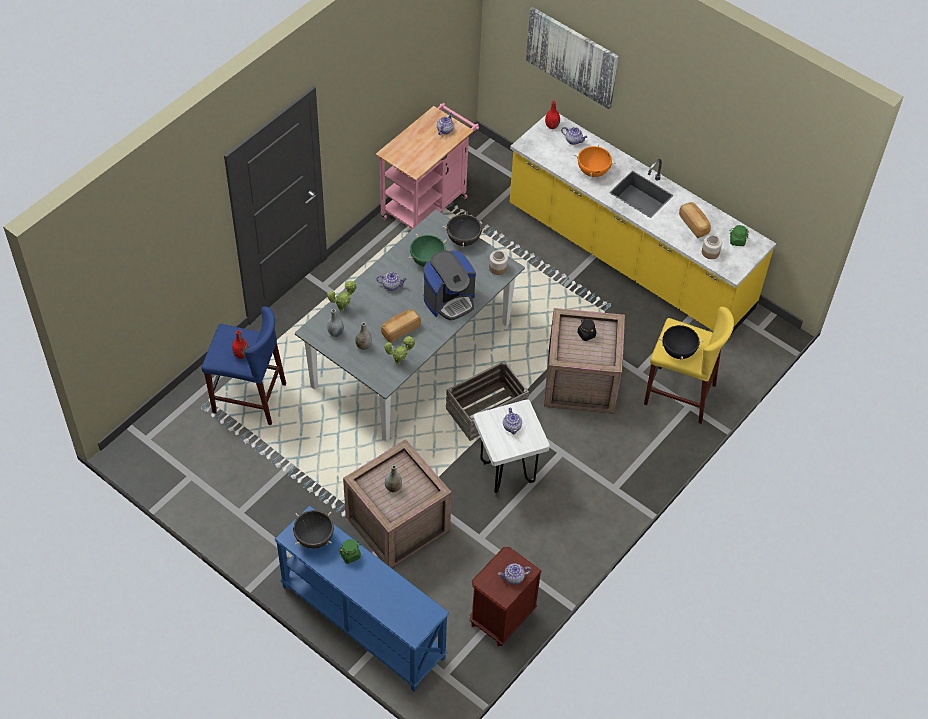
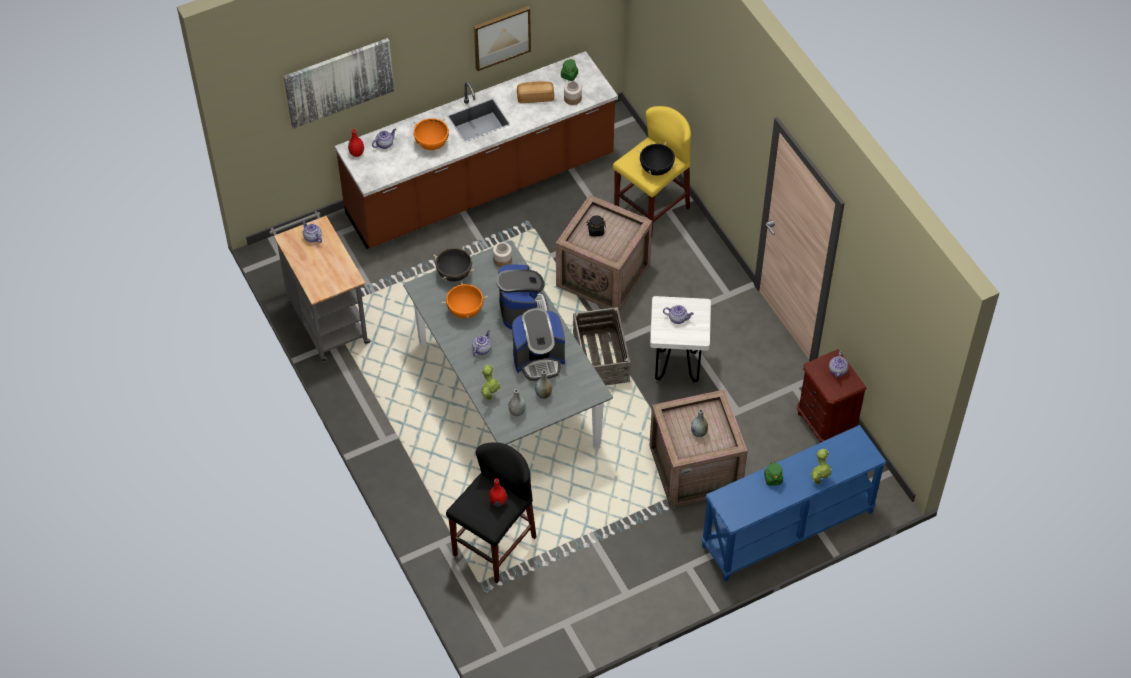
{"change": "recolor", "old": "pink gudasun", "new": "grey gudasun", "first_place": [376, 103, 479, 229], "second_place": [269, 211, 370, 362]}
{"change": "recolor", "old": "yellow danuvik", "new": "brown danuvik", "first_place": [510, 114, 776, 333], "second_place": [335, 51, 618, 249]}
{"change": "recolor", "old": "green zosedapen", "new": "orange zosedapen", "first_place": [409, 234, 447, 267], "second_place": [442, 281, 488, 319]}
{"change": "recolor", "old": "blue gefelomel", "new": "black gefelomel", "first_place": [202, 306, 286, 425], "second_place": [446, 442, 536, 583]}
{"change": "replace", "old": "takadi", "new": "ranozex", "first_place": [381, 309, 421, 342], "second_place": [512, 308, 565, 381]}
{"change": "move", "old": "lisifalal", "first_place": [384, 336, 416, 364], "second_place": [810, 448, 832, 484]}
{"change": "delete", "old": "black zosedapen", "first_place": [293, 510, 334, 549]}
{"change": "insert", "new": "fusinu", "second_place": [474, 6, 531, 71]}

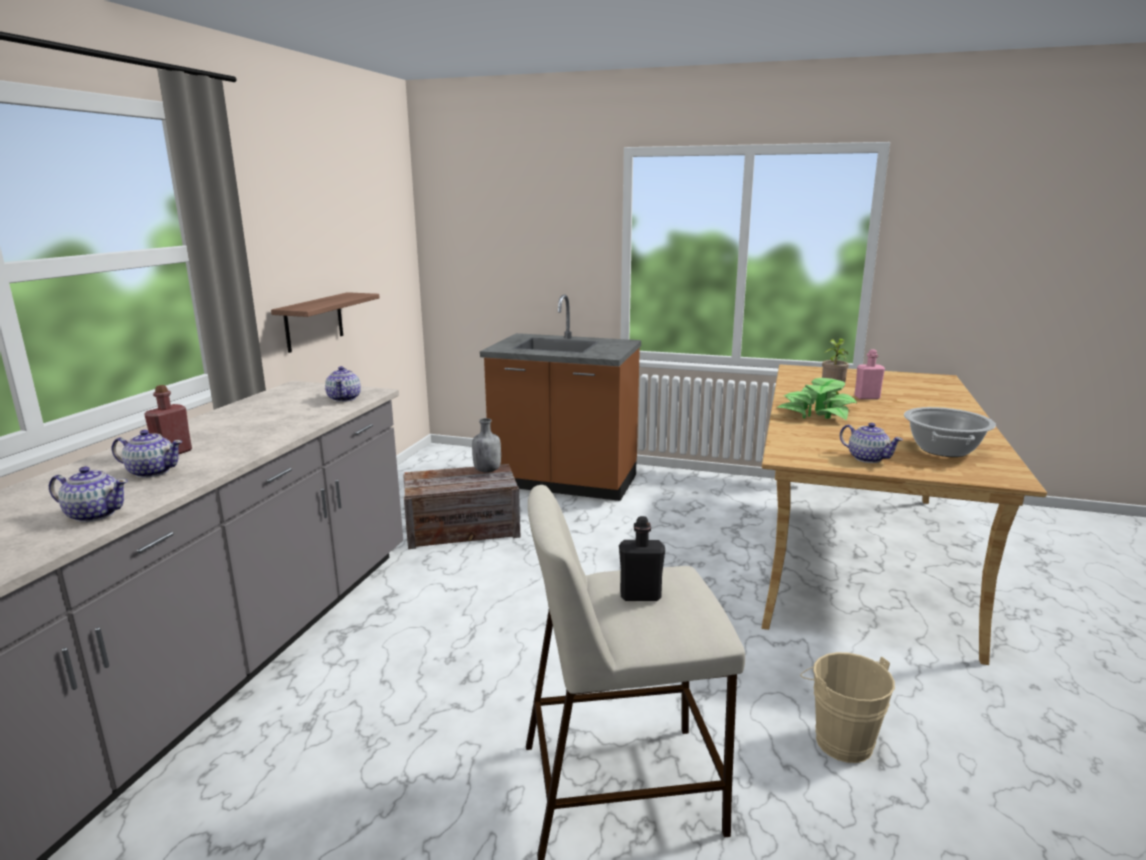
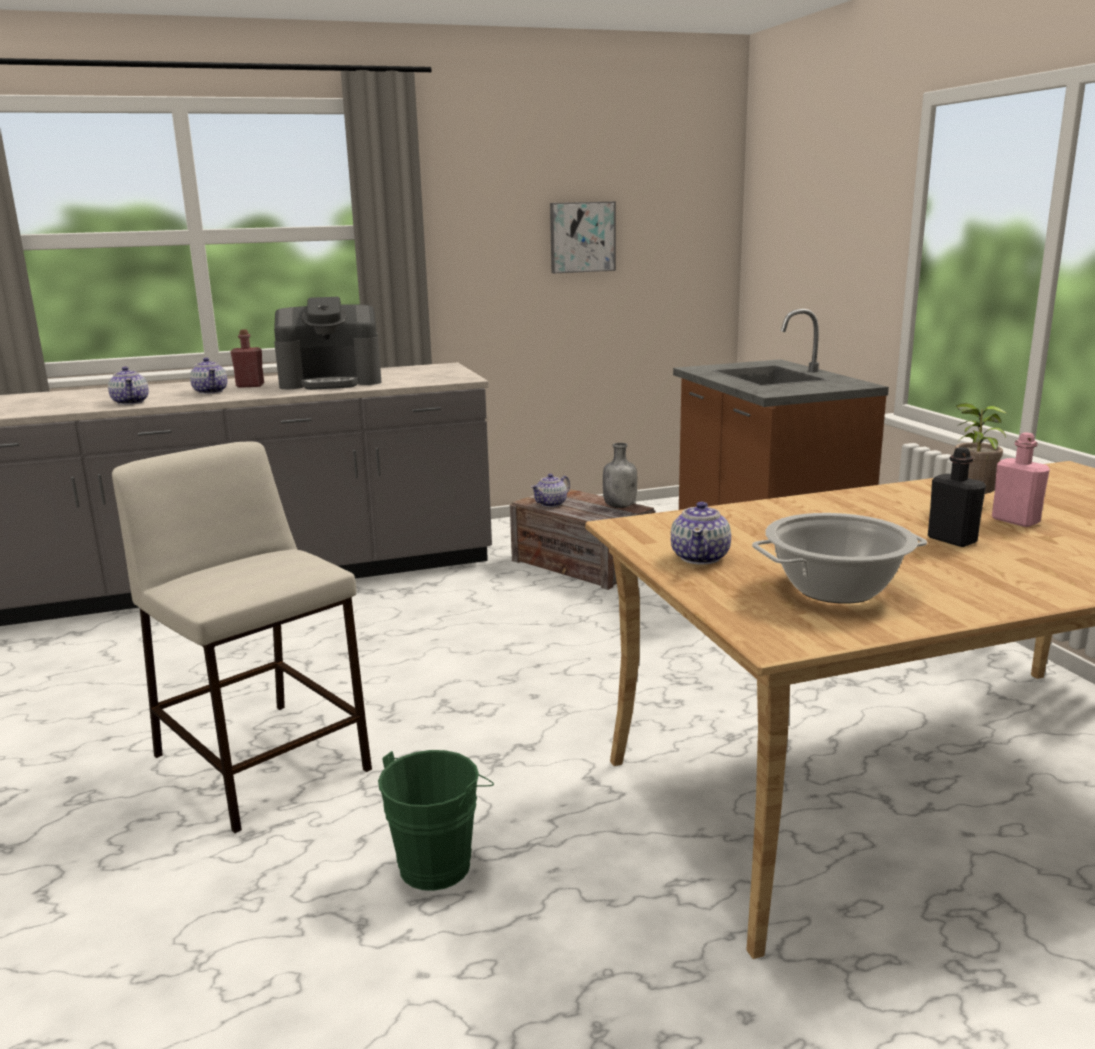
{"change": "delete", "old": "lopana", "first_place": [271, 292, 379, 353]}
{"change": "move", "old": "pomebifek", "first_place": [325, 366, 361, 402], "second_place": [531, 474, 570, 507]}
{"change": "delete", "old": "lisifalal", "first_place": [776, 378, 857, 420]}
{"change": "move", "old": "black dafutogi", "first_place": [619, 516, 665, 601], "second_place": [928, 447, 986, 547]}
{"change": "recolor", "old": "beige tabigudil", "new": "green tabigudil", "first_place": [800, 652, 895, 763], "second_place": [378, 750, 494, 891]}
{"change": "insert", "new": "fusinu", "second_place": [550, 201, 616, 273]}
{"change": "insert", "new": "ranozex", "second_place": [274, 297, 381, 390]}

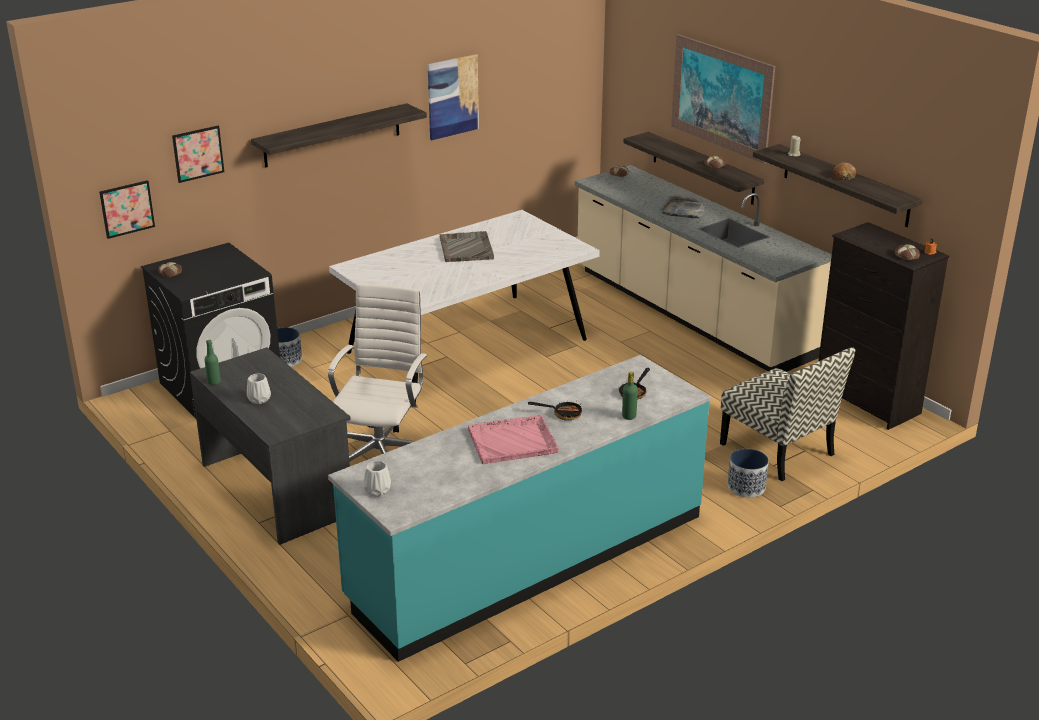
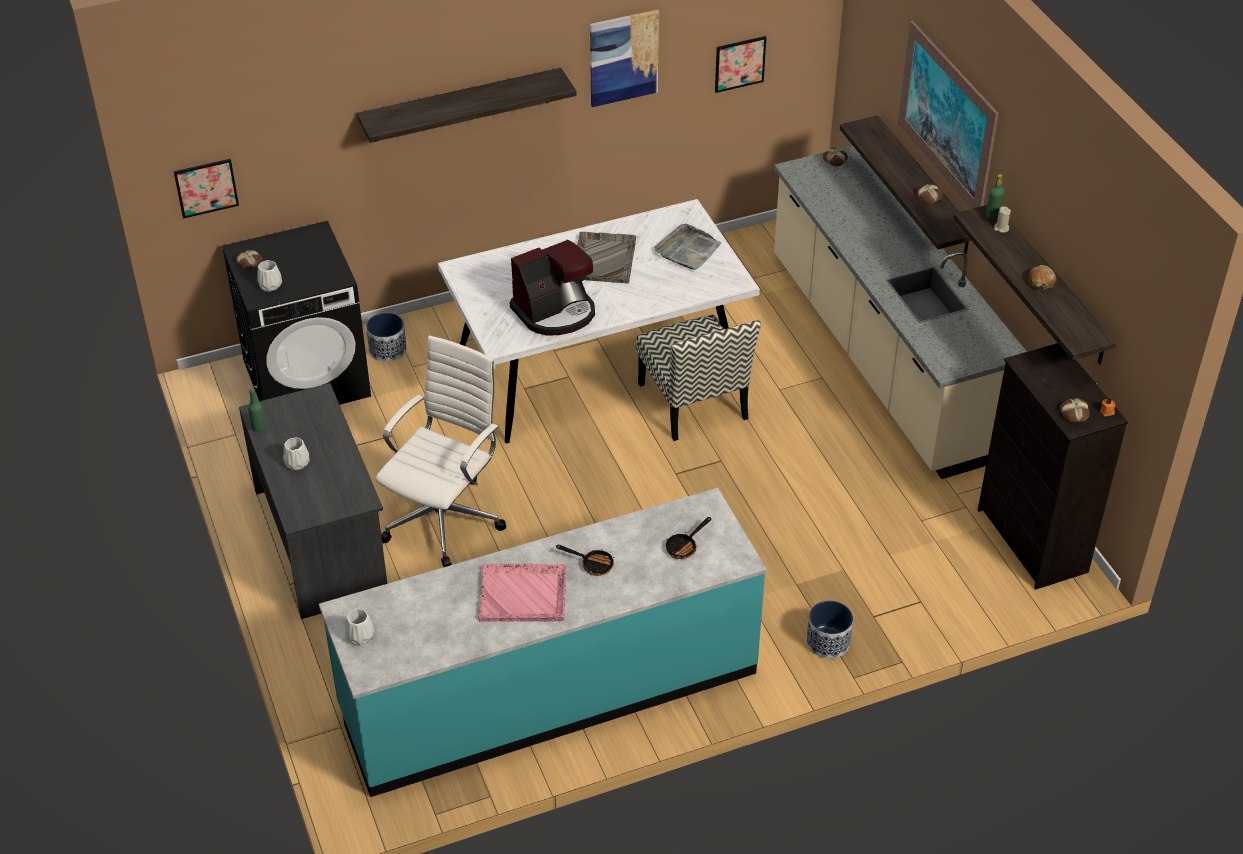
{"change": "move", "old": "fusinu", "first_place": [172, 126, 224, 183], "second_place": [715, 36, 766, 93]}
{"change": "move", "old": "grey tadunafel", "first_place": [659, 196, 706, 218], "second_place": [655, 224, 721, 270]}
{"change": "move", "old": "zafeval", "first_place": [720, 347, 855, 481], "second_place": [636, 314, 761, 441]}
{"change": "move", "old": "green dafutogi", "first_place": [622, 371, 638, 420], "second_place": [986, 174, 1005, 220]}
{"change": "insert", "new": "ranozex", "second_place": [510, 240, 595, 336]}
{"change": "insert", "new": "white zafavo", "second_place": [257, 260, 282, 292]}

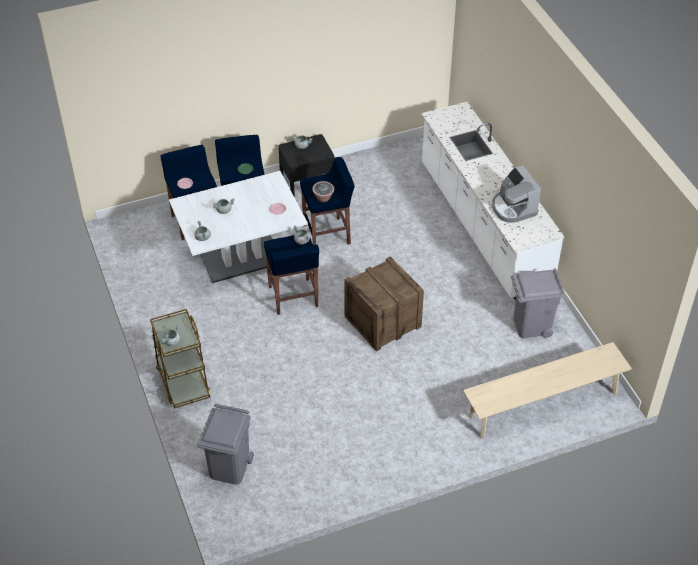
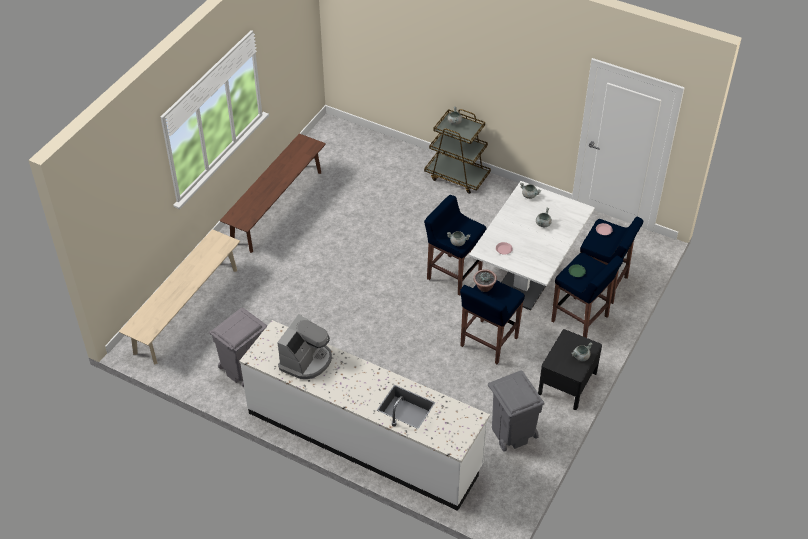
{"change": "rotate", "old": "ranozex", "first_place": [492, 166, 541, 223], "second_place": [277, 314, 332, 379], "degrees": 90}
{"change": "delete", "old": "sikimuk", "first_place": [344, 256, 424, 352]}
{"change": "move", "old": "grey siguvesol", "first_place": [197, 404, 254, 484], "second_place": [488, 371, 544, 452]}
{"change": "insert", "new": "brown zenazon", "second_place": [220, 134, 326, 253]}

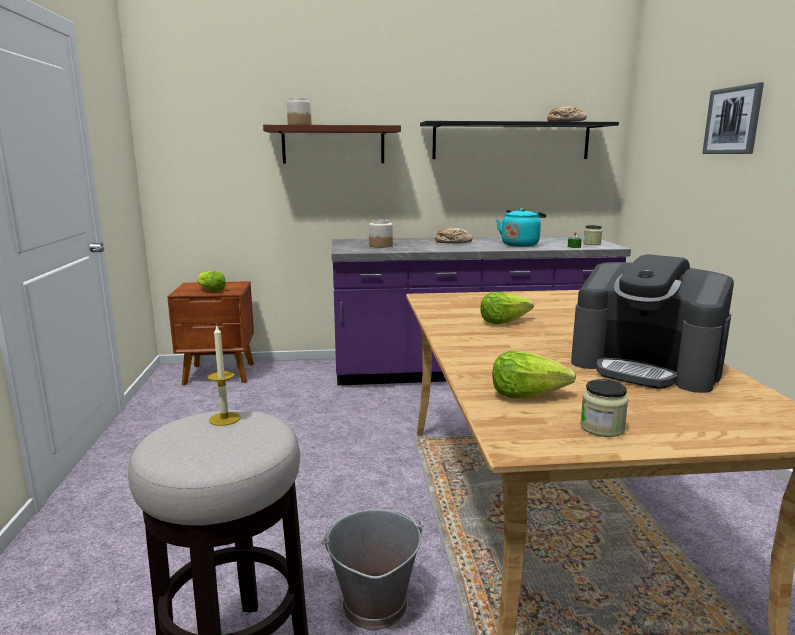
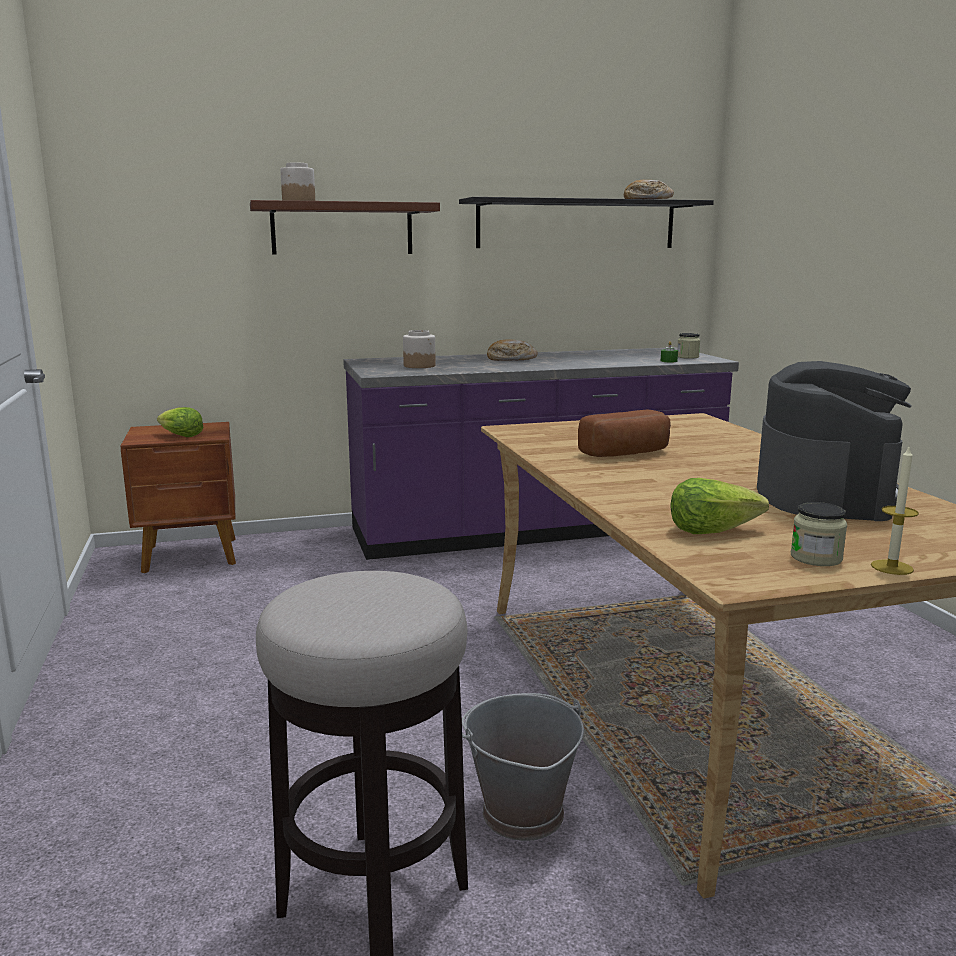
{"change": "delete", "old": "fusinu", "first_place": [702, 82, 764, 154]}
{"change": "delete", "old": "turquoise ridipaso", "first_place": [496, 208, 546, 247]}
{"change": "rotate", "old": "ranozex", "first_place": [571, 254, 734, 393], "second_place": [757, 361, 912, 521], "degrees": -105}
{"change": "replace", "old": "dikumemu", "new": "takadi", "first_place": [480, 292, 534, 324], "second_place": [578, 409, 671, 457]}
{"change": "move", "old": "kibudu", "first_place": [208, 326, 240, 426], "second_place": [871, 447, 919, 575]}

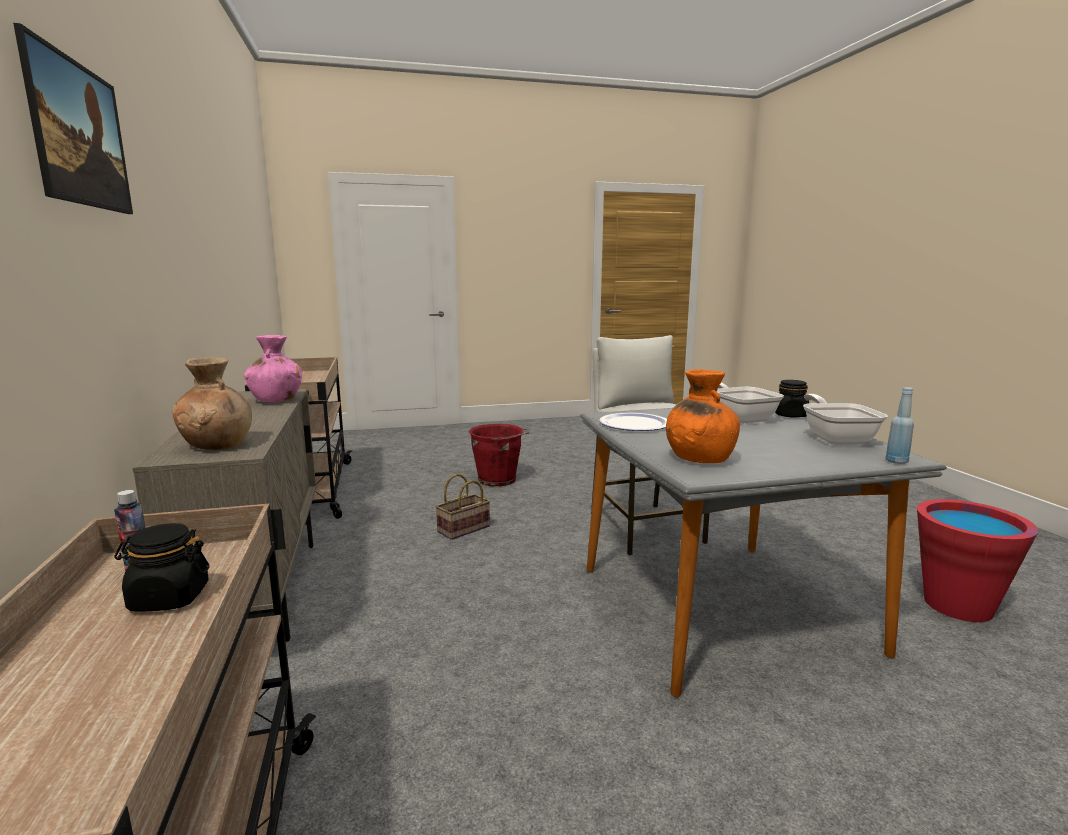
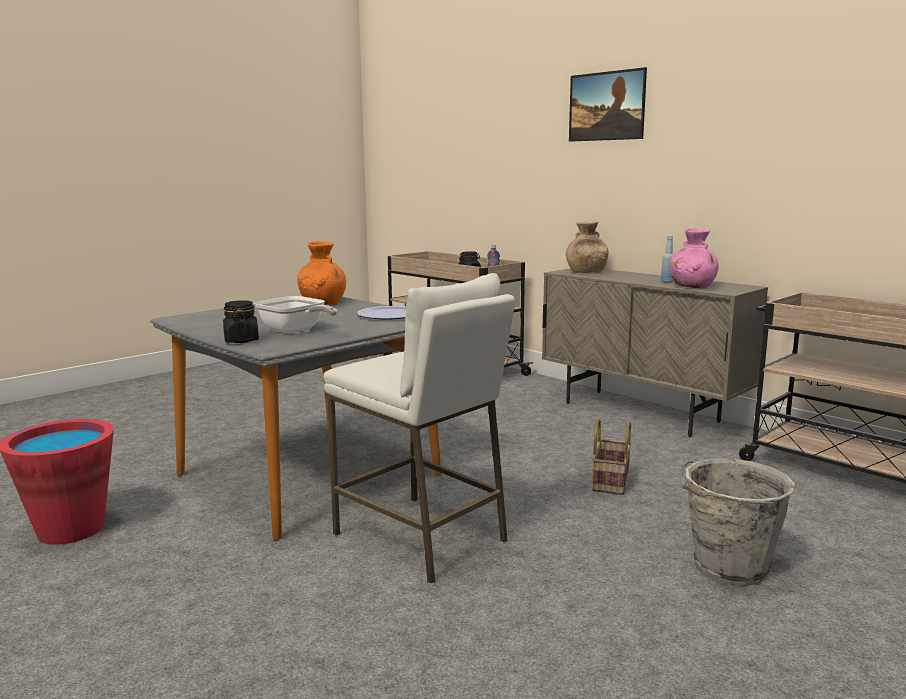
{"change": "move", "old": "blue dafutogi", "first_place": [886, 387, 914, 464], "second_place": [661, 235, 673, 282]}
{"change": "delete", "old": "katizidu", "first_place": [803, 394, 888, 445]}
{"change": "recolor", "old": "red tabigudil", "new": "grey tabigudil", "first_place": [469, 424, 530, 487], "second_place": [682, 458, 795, 586]}

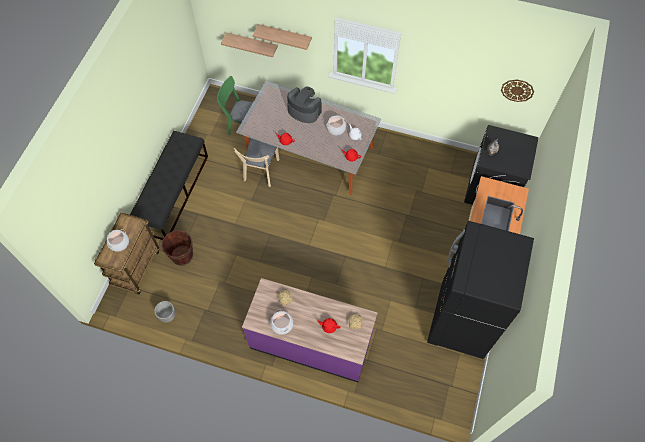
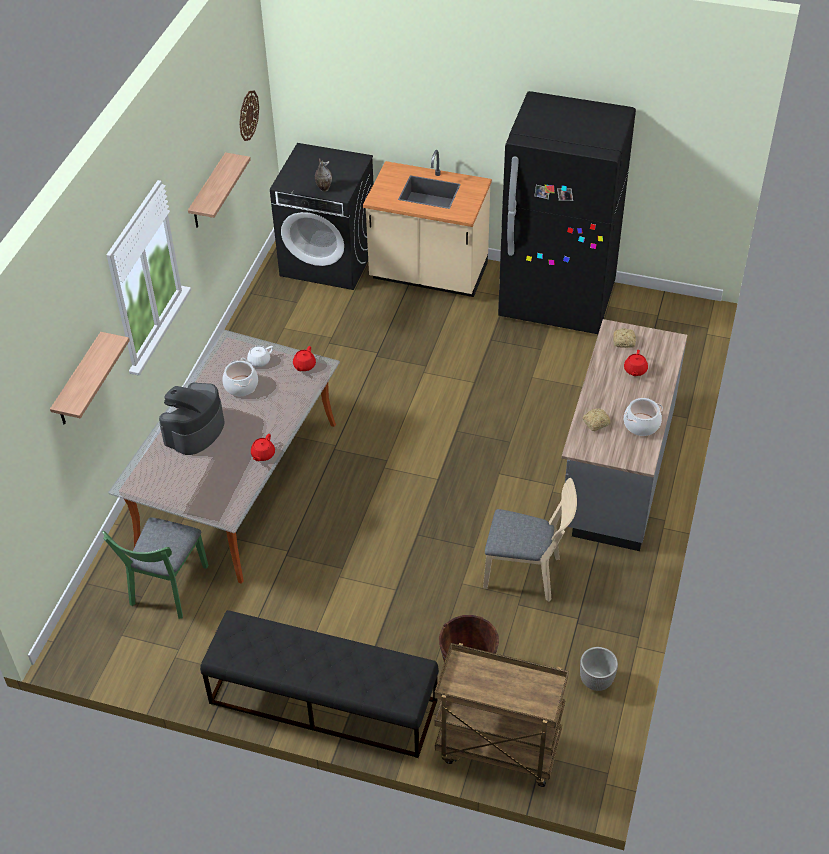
{"change": "move", "old": "lopana", "first_place": [221, 32, 278, 58], "second_place": [188, 152, 251, 228]}
{"change": "move", "old": "beige zafeval", "first_place": [234, 138, 279, 187], "second_place": [483, 478, 577, 601]}
{"change": "delete", "old": "zosedapen", "first_place": [107, 229, 129, 252]}
{"change": "recolor", "old": "purple danuvik", "new": "grey danuvik", "first_place": [242, 278, 377, 382], "second_place": [561, 319, 687, 551]}

